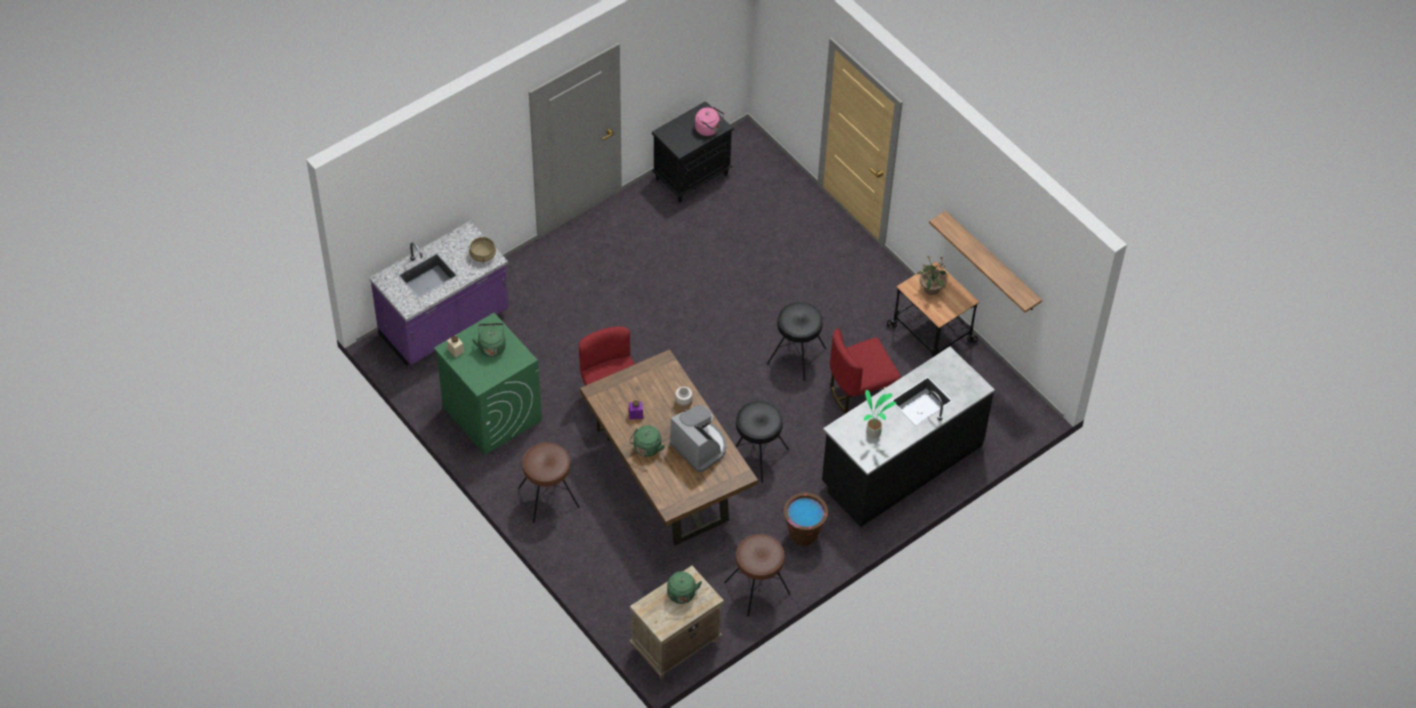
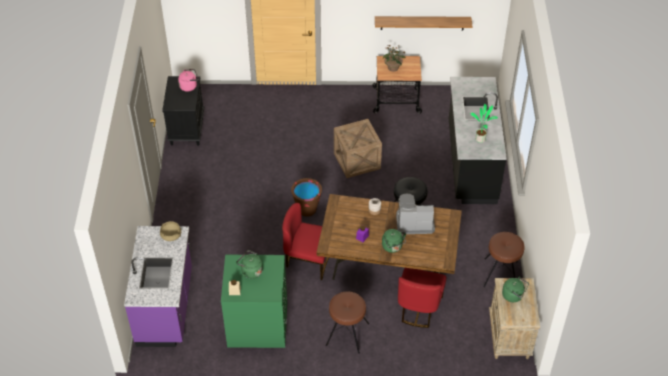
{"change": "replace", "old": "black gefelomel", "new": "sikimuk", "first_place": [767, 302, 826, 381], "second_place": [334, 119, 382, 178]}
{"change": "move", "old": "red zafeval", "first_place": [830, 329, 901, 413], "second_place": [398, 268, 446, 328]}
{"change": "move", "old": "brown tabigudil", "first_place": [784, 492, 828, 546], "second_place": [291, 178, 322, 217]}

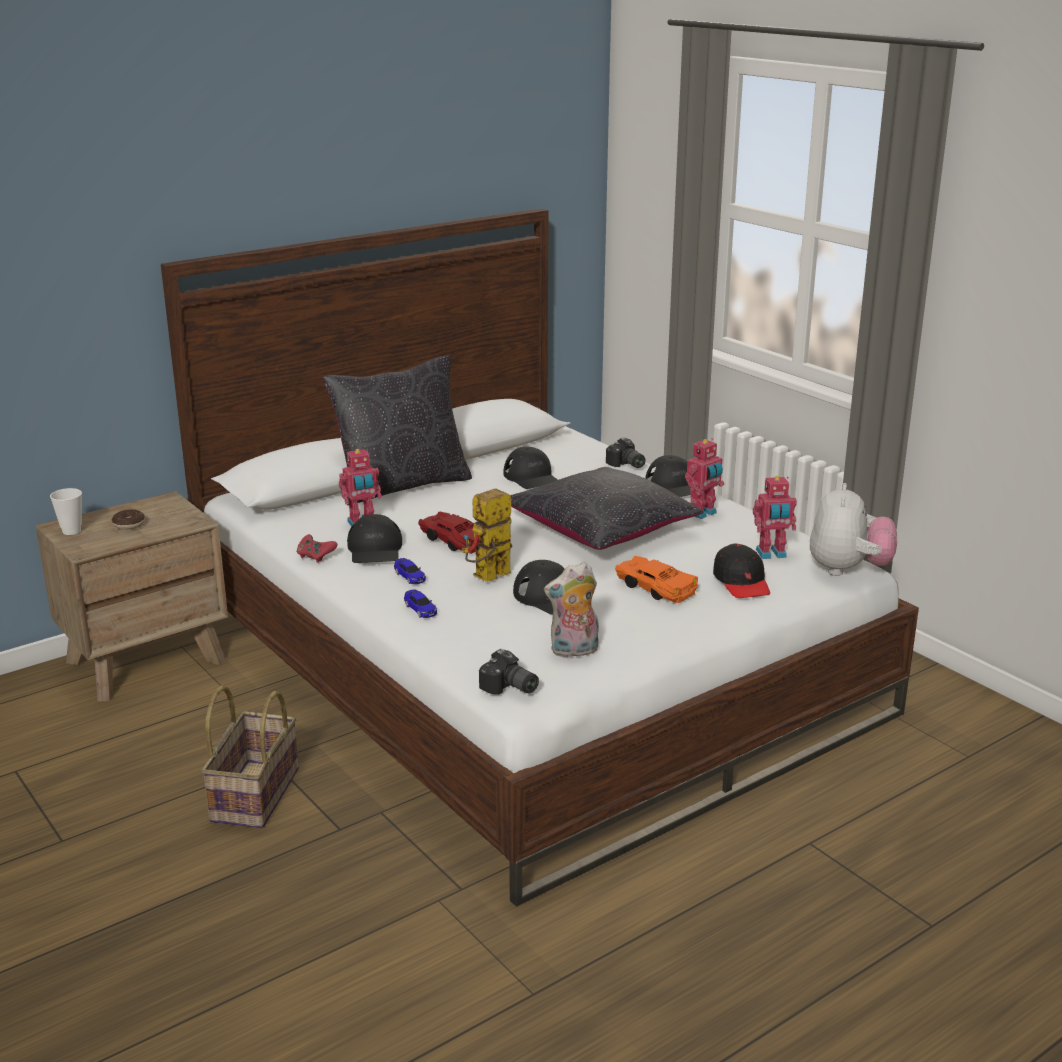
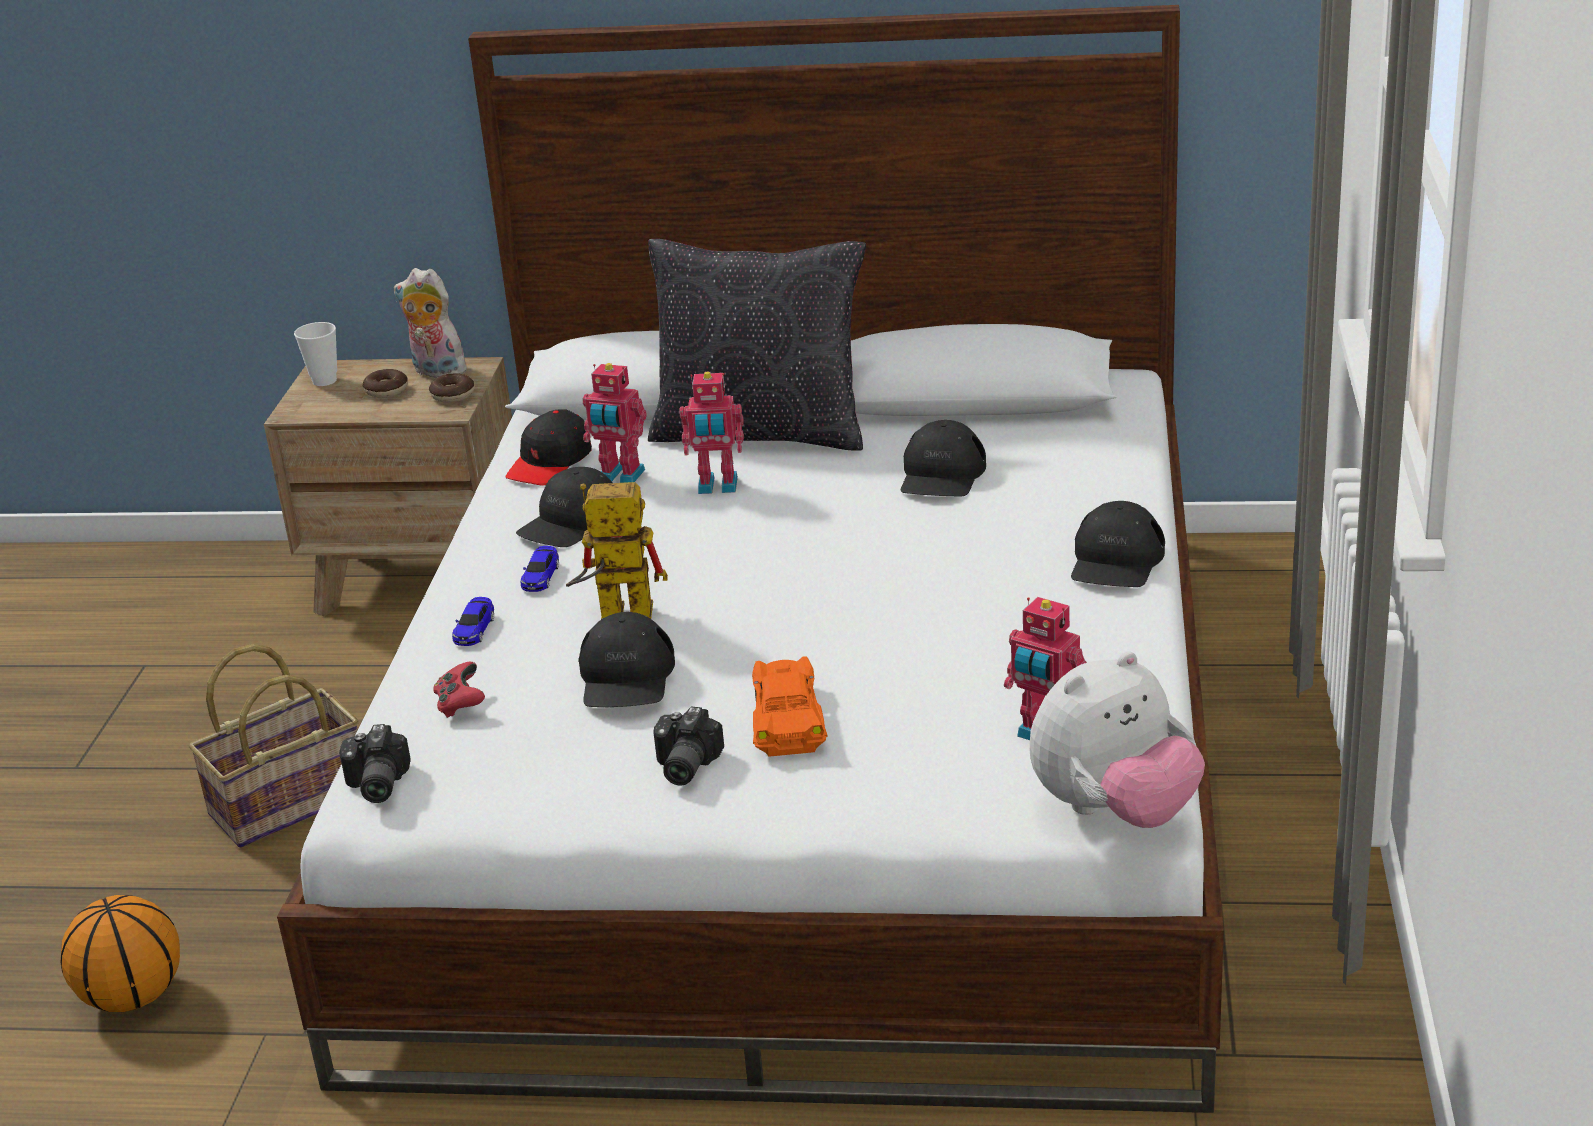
{"change": "move", "old": "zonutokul", "first_place": [606, 437, 646, 468], "second_place": [653, 707, 724, 786]}
{"change": "move", "old": "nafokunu", "first_place": [685, 438, 724, 519], "second_place": [679, 372, 744, 494]}
{"change": "delete", "old": "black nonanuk", "first_place": [510, 467, 703, 550]}
{"change": "delete", "old": "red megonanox", "first_place": [418, 512, 479, 554]}
{"change": "move", "old": "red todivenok", "first_place": [297, 534, 337, 563], "second_place": [433, 662, 485, 718]}
{"change": "move", "old": "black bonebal", "first_place": [713, 544, 770, 598], "second_place": [506, 409, 592, 486]}
{"change": "move", "old": "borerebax", "first_place": [544, 562, 599, 658], "second_place": [394, 268, 469, 378]}
{"change": "insert", "new": "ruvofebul", "second_place": [429, 373, 475, 402]}
{"change": "insert", "new": "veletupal", "second_place": [60, 895, 180, 1012]}

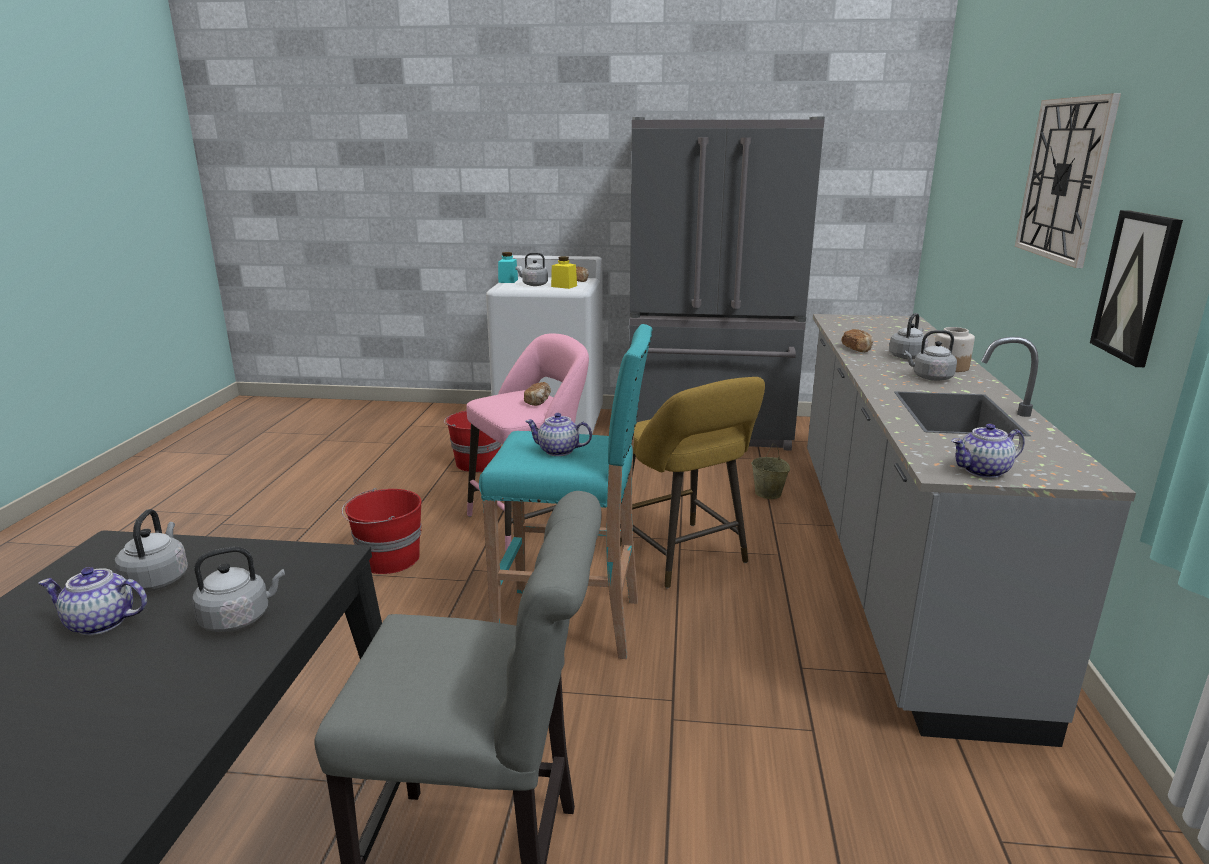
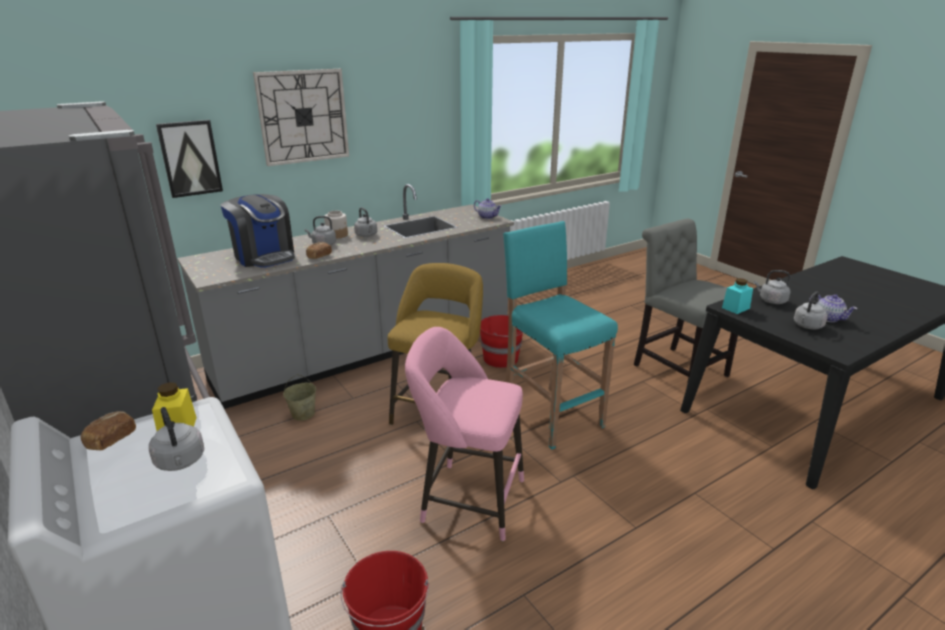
{"change": "move", "old": "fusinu", "first_place": [1090, 210, 1183, 367], "second_place": [156, 120, 223, 198]}
{"change": "move", "old": "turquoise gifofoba", "first_place": [498, 252, 518, 283], "second_place": [722, 278, 753, 314]}
{"change": "delete", "old": "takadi", "first_place": [524, 382, 551, 406]}
{"change": "delete", "old": "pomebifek", "first_place": [525, 413, 592, 456]}
{"change": "move", "old": "red tabigudil", "first_place": [342, 488, 422, 574], "second_place": [480, 314, 523, 368]}
{"change": "insert", "new": "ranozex", "second_place": [220, 194, 295, 268]}

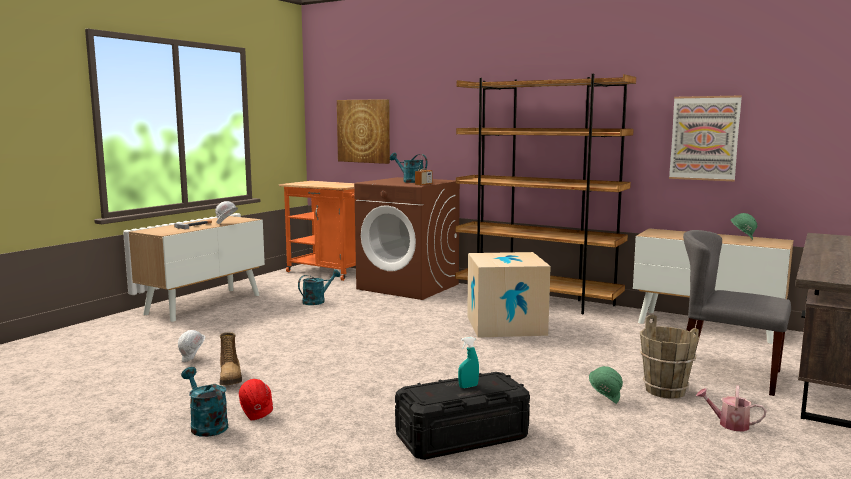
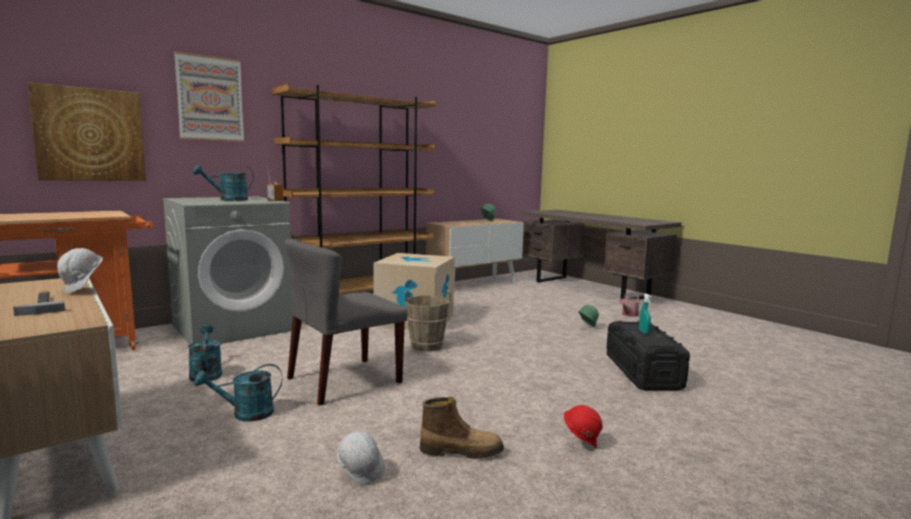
{"change": "move", "old": "fusinu", "first_place": [669, 96, 742, 181], "second_place": [174, 51, 244, 142]}
{"change": "recolor", "old": "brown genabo", "new": "grey genabo", "first_place": [354, 177, 460, 300], "second_place": [163, 197, 293, 345]}
{"change": "move", "old": "grey zafeval", "first_place": [683, 230, 791, 396], "second_place": [284, 239, 408, 406]}
{"change": "move", "old": "brown tabigudil", "first_place": [640, 314, 699, 399], "second_place": [405, 289, 450, 352]}
{"change": "move", "old": "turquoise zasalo", "first_place": [181, 367, 228, 437], "second_place": [194, 364, 282, 422]}

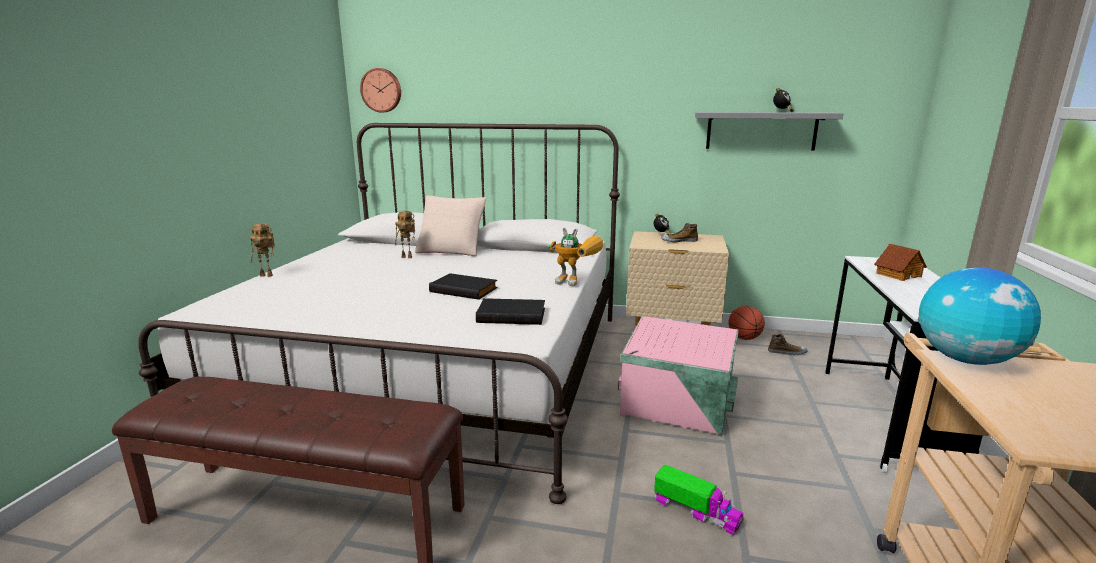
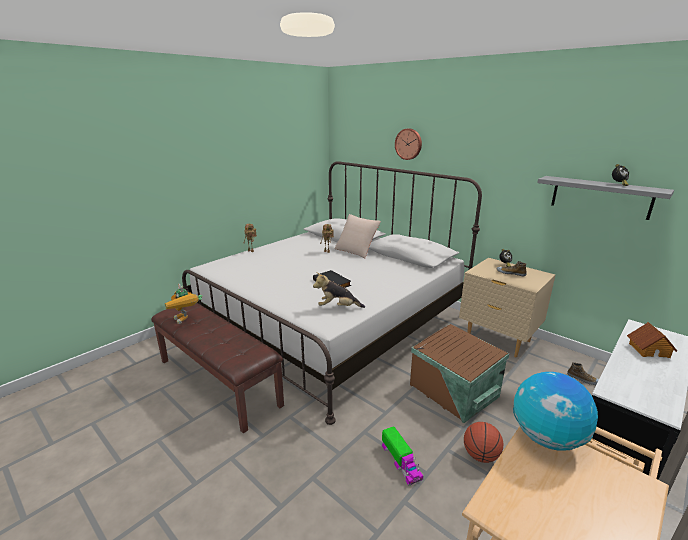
{"change": "move", "old": "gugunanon", "first_place": [360, 68, 401, 112], "second_place": [395, 128, 422, 160]}
{"change": "move", "old": "nafokunu", "first_place": [547, 227, 604, 286], "second_place": [165, 284, 202, 324]}
{"change": "replace", "old": "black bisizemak", "new": "borerebax", "first_place": [476, 298, 545, 325], "second_place": [313, 272, 365, 308]}
{"change": "move", "old": "veletupal", "first_place": [729, 306, 765, 340], "second_place": [464, 422, 504, 463]}
{"change": "recolor", "old": "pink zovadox", "new": "brown zovadox", "first_place": [618, 316, 739, 436], "second_place": [410, 324, 509, 423]}

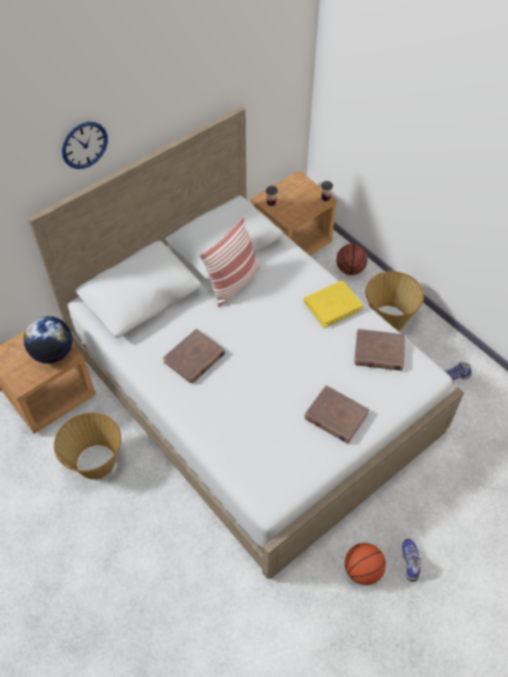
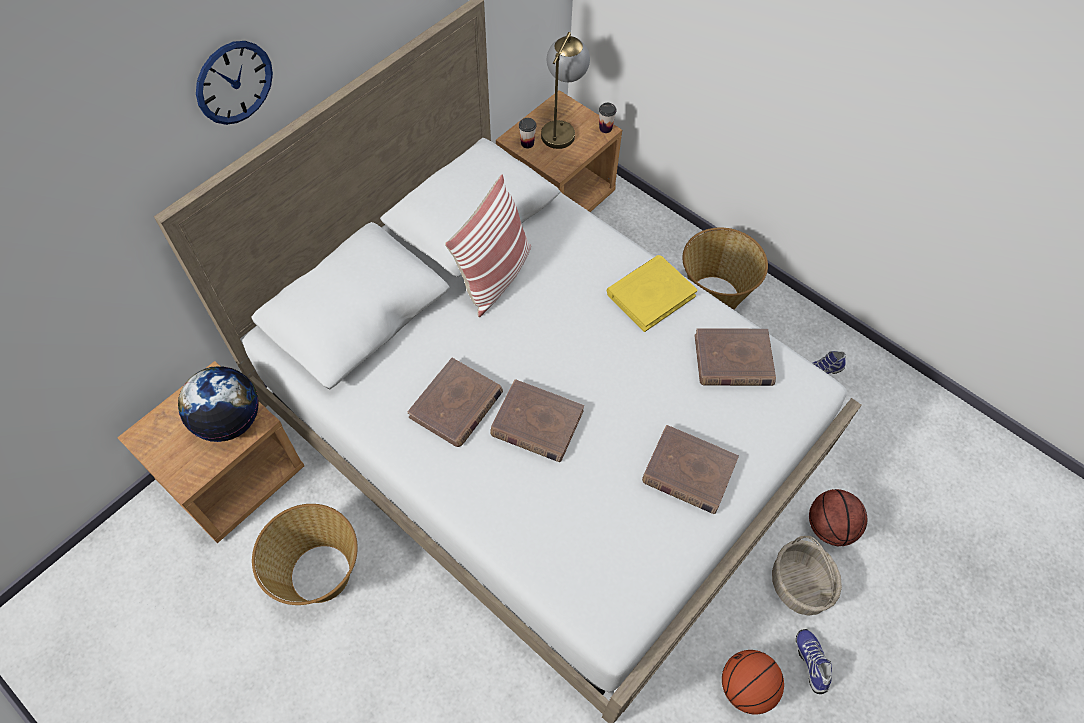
{"change": "move", "old": "veletupal", "first_place": [336, 244, 368, 275], "second_place": [809, 489, 867, 546]}
{"change": "insert", "new": "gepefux", "second_place": [541, 32, 590, 149]}
{"change": "insert", "new": "brown bisizemak", "second_place": [490, 379, 584, 462]}
{"change": "insert", "new": "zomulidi", "second_place": [772, 536, 842, 616]}

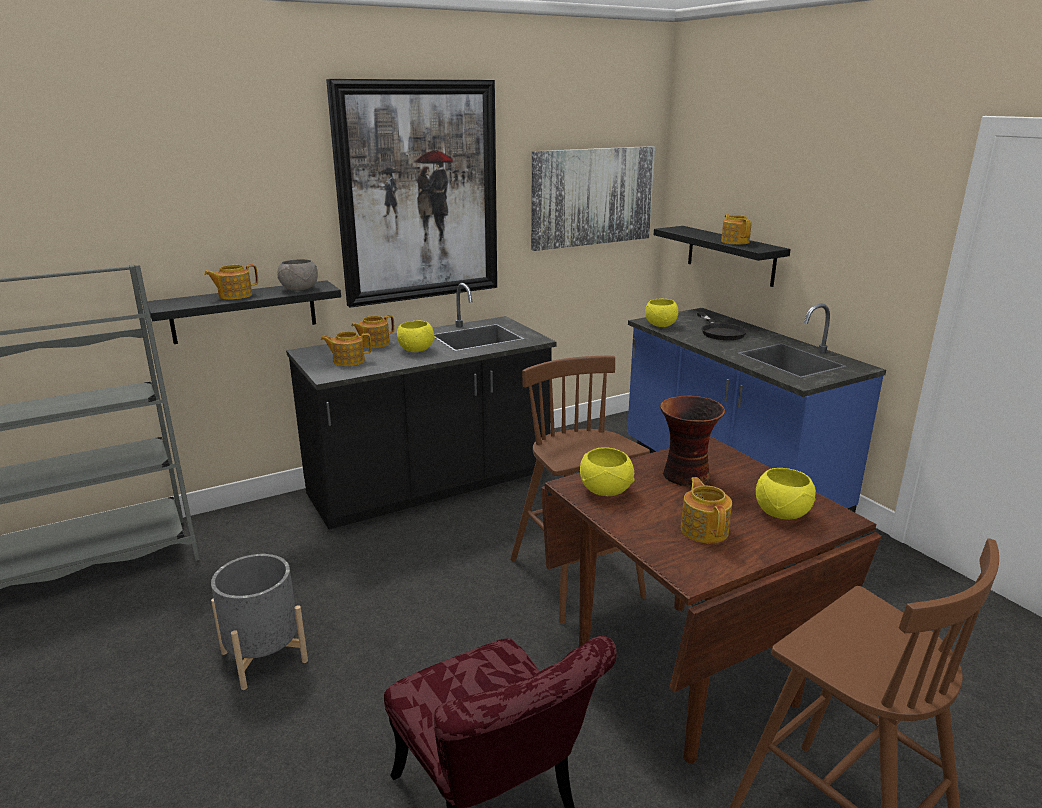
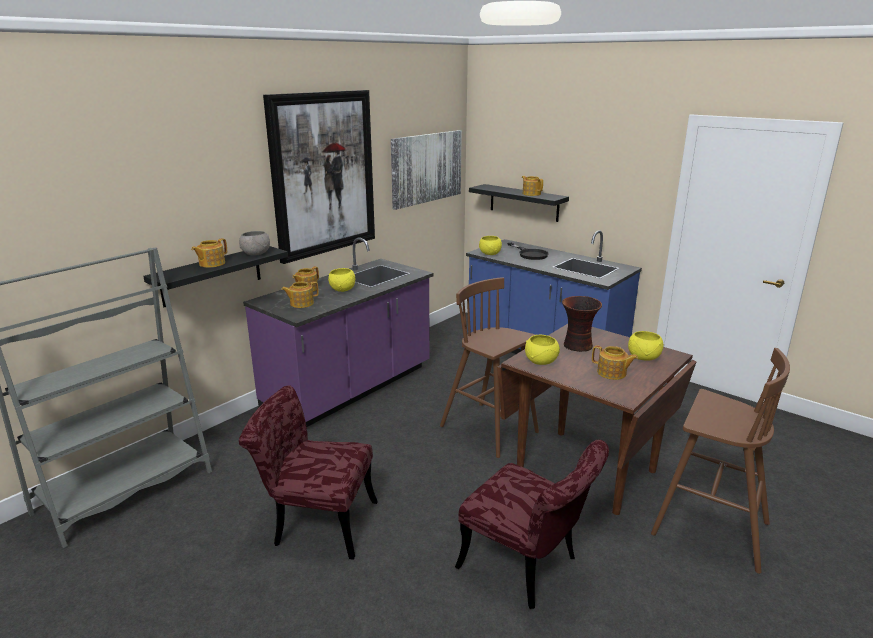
{"change": "recolor", "old": "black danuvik", "new": "purple danuvik", "first_place": [286, 283, 557, 530], "second_place": [243, 237, 434, 427]}
{"change": "rotate", "old": "pomebifek", "first_place": [680, 477, 732, 543], "second_place": [592, 345, 638, 380], "degrees": 150}
{"change": "replace", "old": "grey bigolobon", "new": "red zafeval", "first_place": [211, 554, 308, 690], "second_place": [239, 385, 378, 560]}

